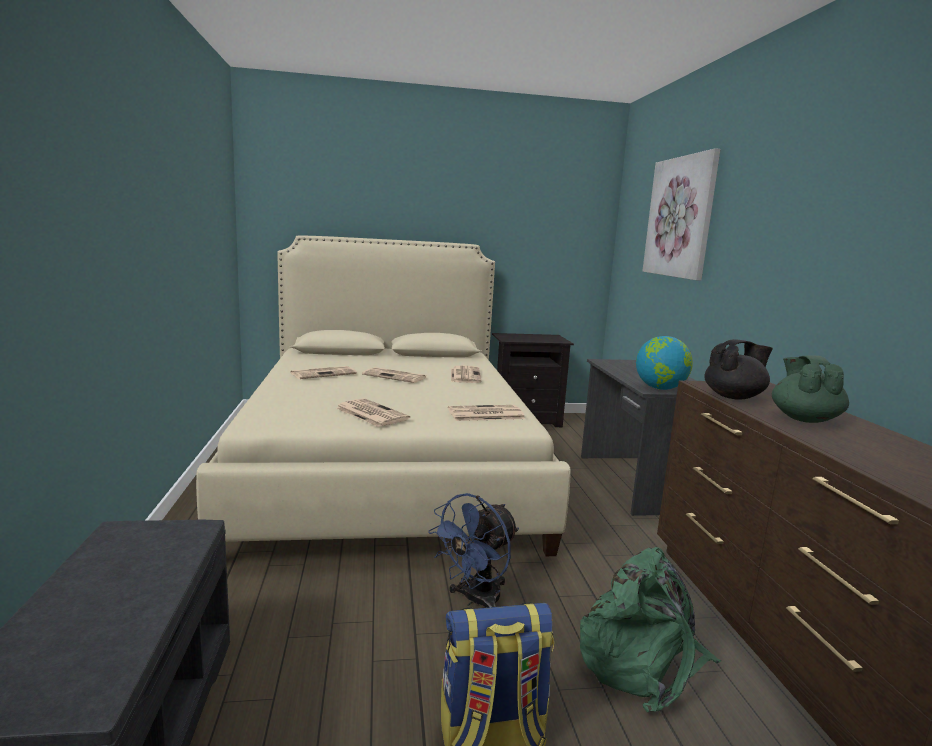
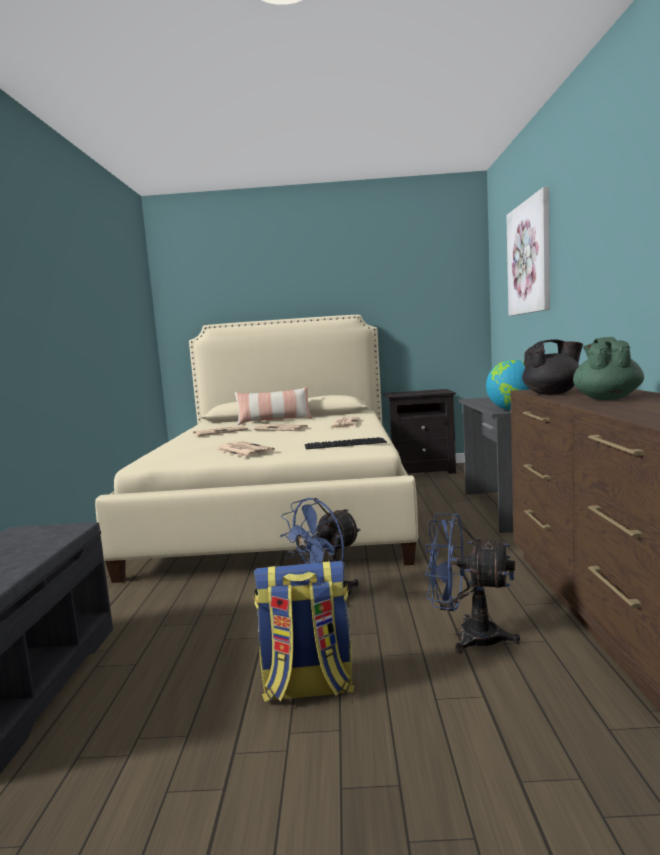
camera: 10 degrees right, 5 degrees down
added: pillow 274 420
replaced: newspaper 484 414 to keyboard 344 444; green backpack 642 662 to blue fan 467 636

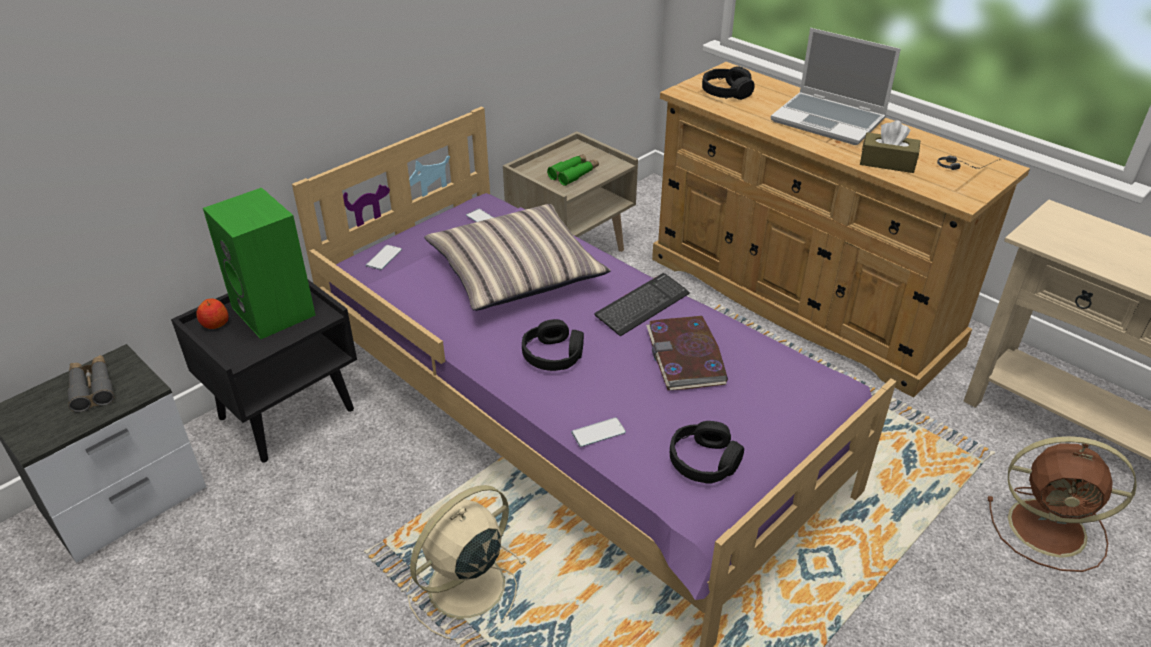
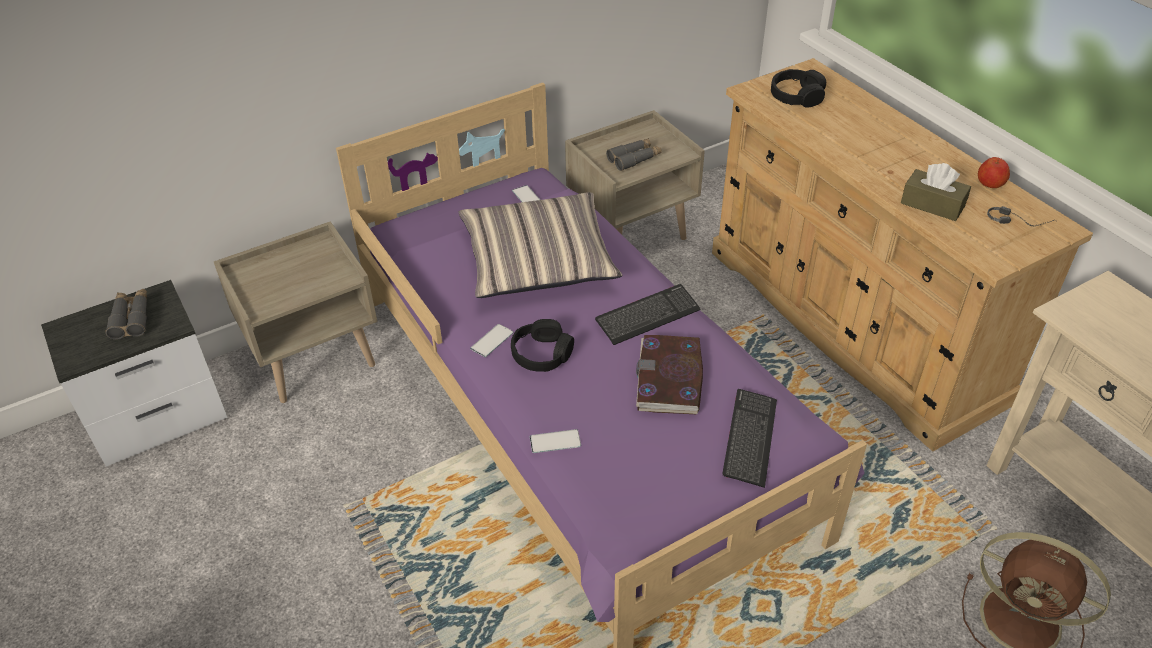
camera: 15 degrees right, 5 degrees up
removed: green speaker 276 311; beige fan 464 588; black headphones 704 461; laptop 829 120
added: keyboard 750 438
moved: apple 215 324 to 990 183; phone 384 257 to 492 341
recoloured: black nightstand 287 412 to beige nightstand 316 358; green binoculars 574 174 to grey binoculars 634 159

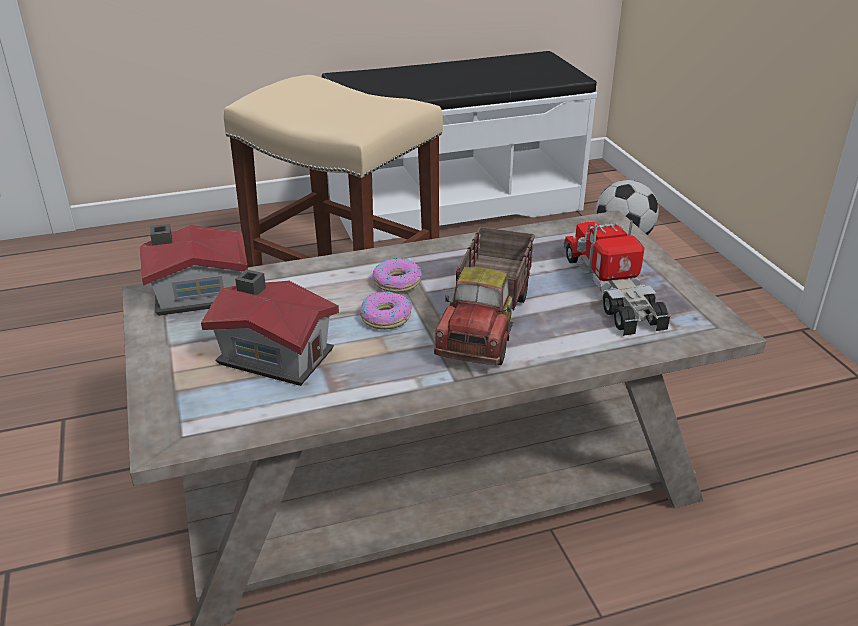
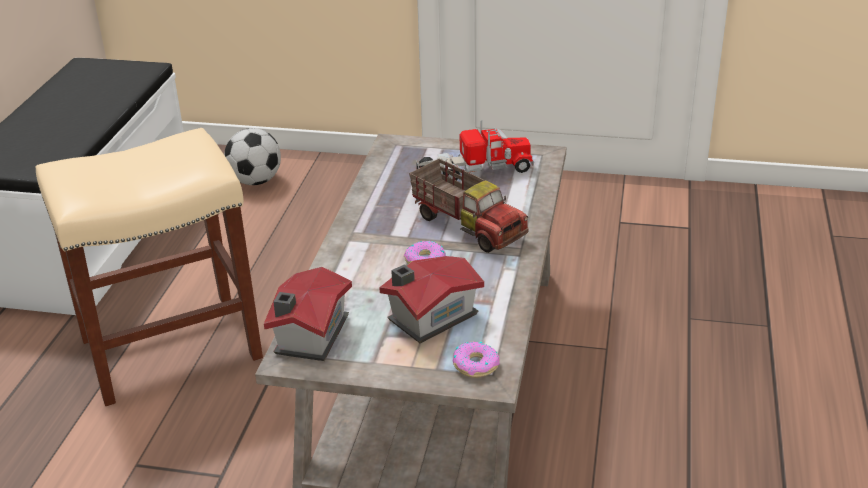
camera: 60 degrees left, 0 degrees up
moved: donut 398 282 to 475 365
turned: toy truck 612 290 = 474 171 150 degrees clockwise

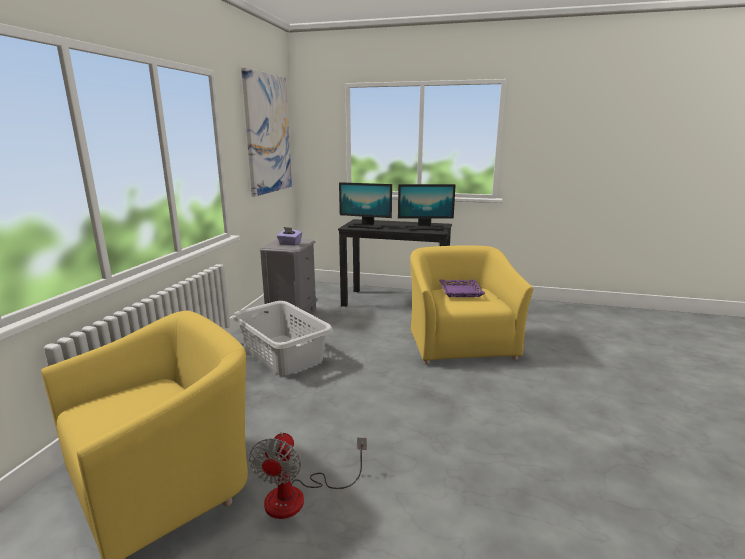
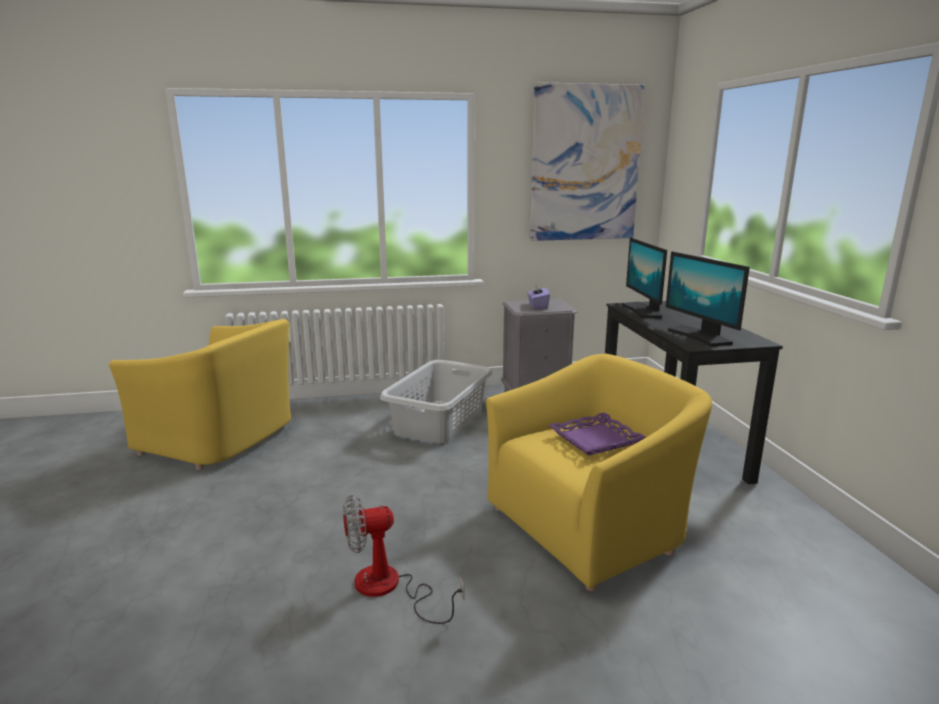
camera: 65 degrees right, 0 degrees up
moved: fan 299 497 to 389 588

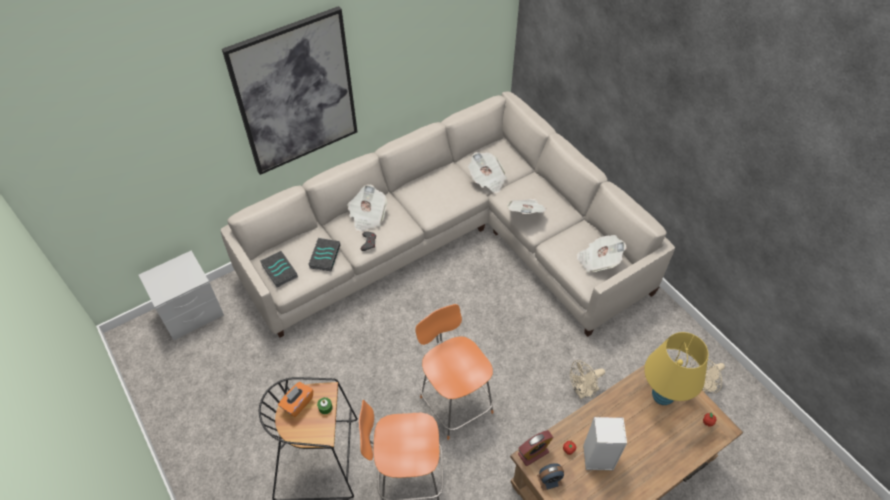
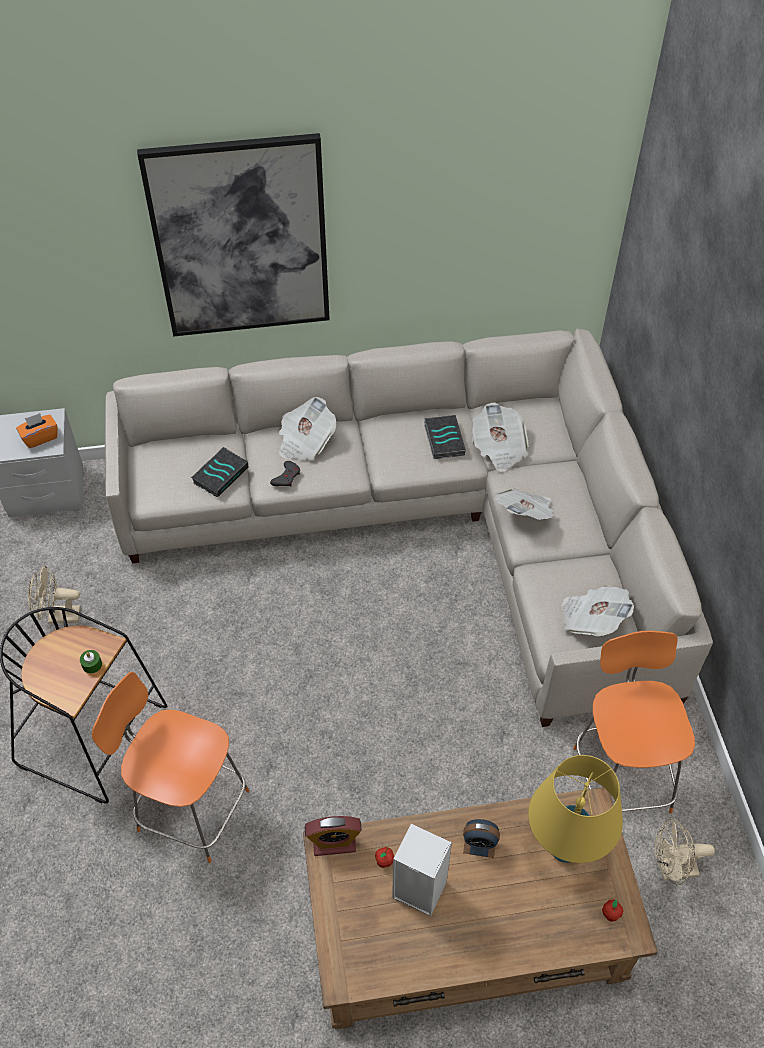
camera: 25 degrees right, 0 degrees up
moved: book 278 271 to 443 439; orange tissue box 297 403 to 40 437; orange stool 455 402 to 620 775; alarm clock 549 480 to 479 843; beige fan 583 391 to 58 616

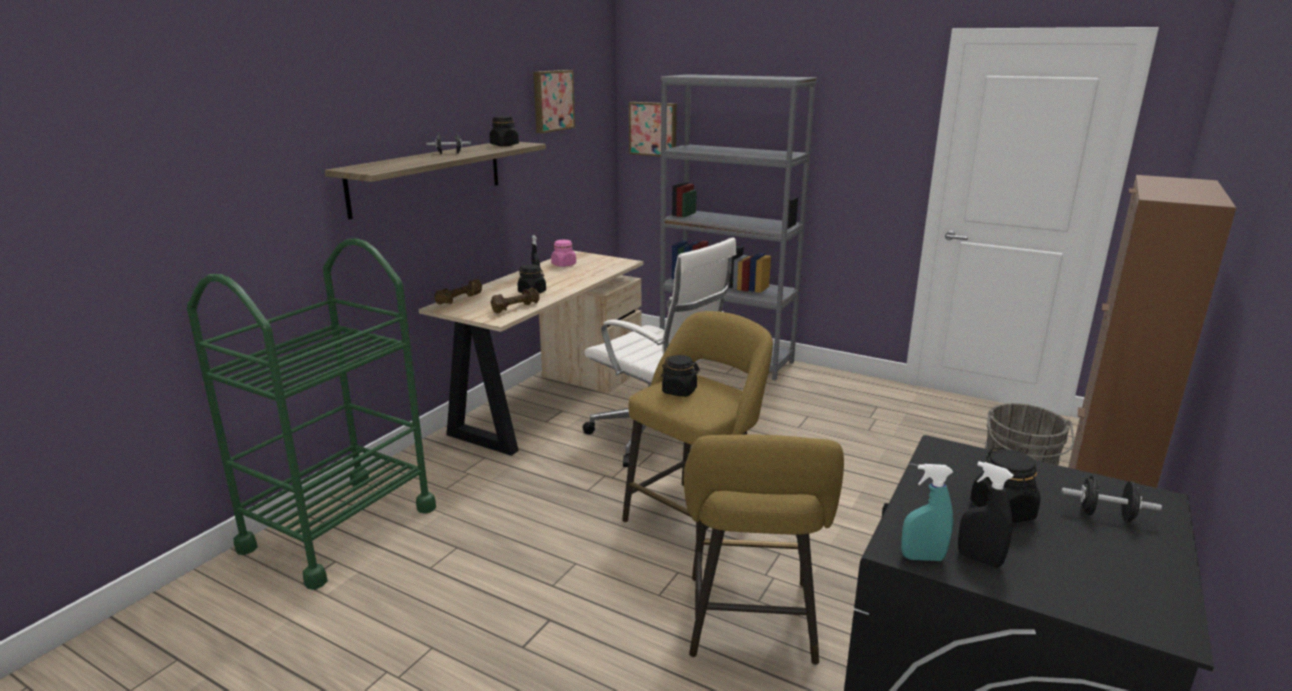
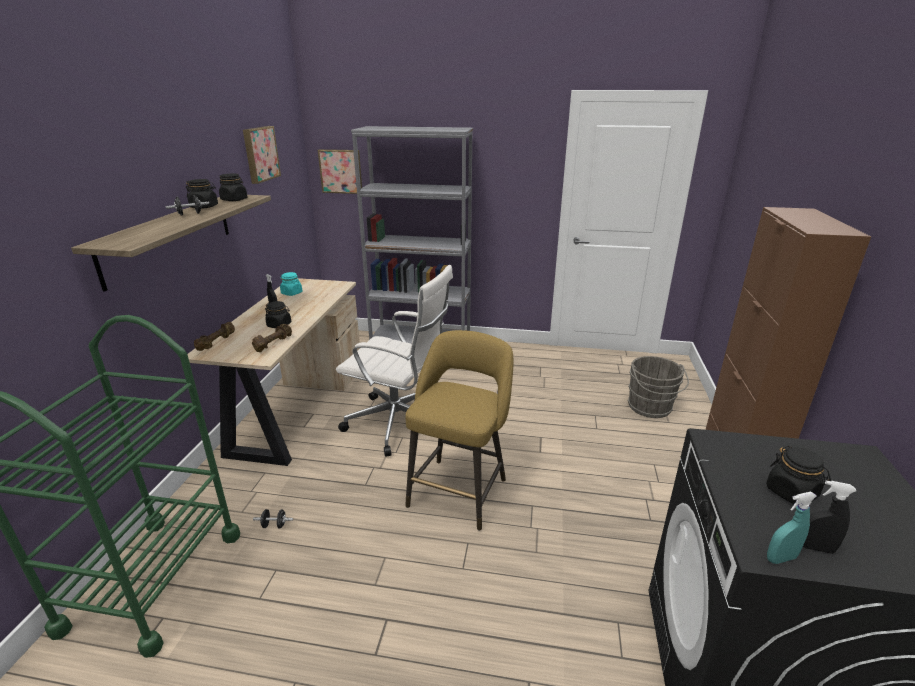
camera: 20 degrees left, 5 degrees up
removed: yellow stool 751 626
moved: black jar 679 391 to 204 207; black dumbbell 1105 515 to 274 525
recoloured: pink jar 563 264 to turquoise jar 291 293

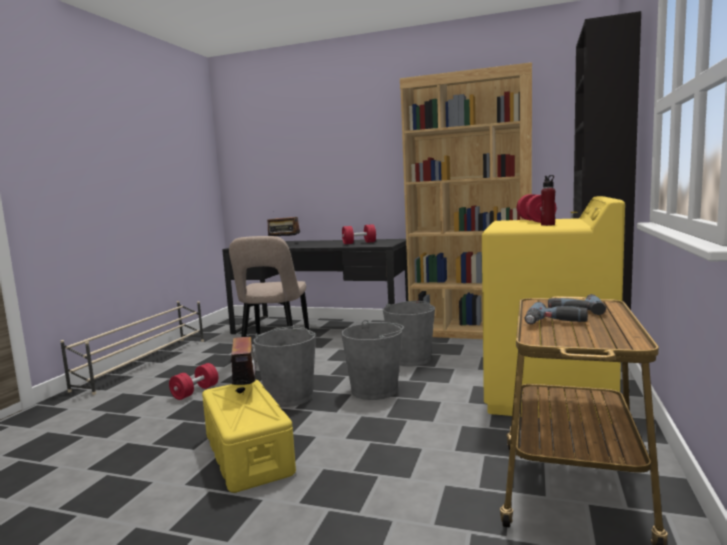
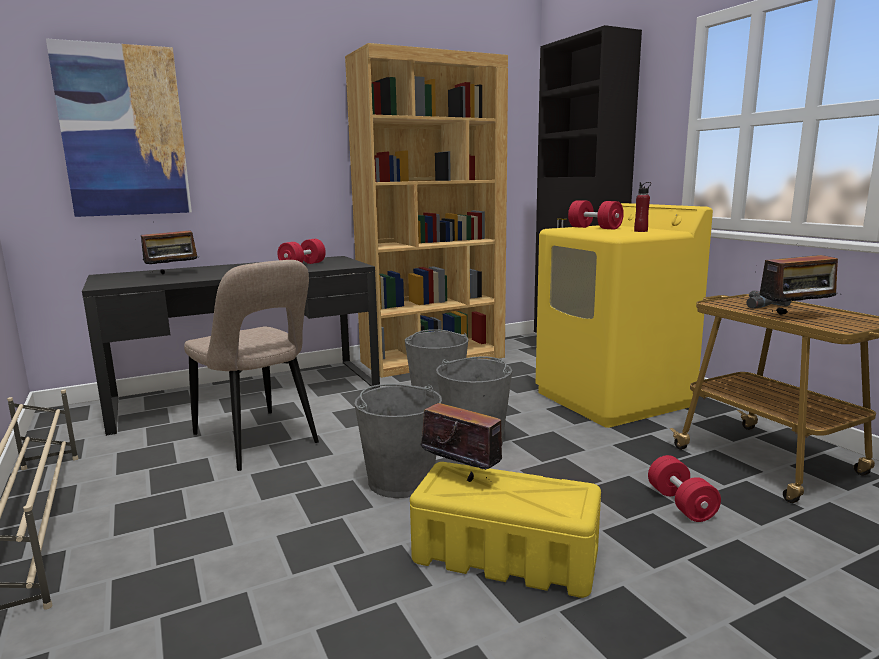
camera: 45 degrees left, 5 degrees up
added: picture 124 132
moved: red dumbbell 195 392 to 681 504
replaced: power drill 555 322 to radio 796 315

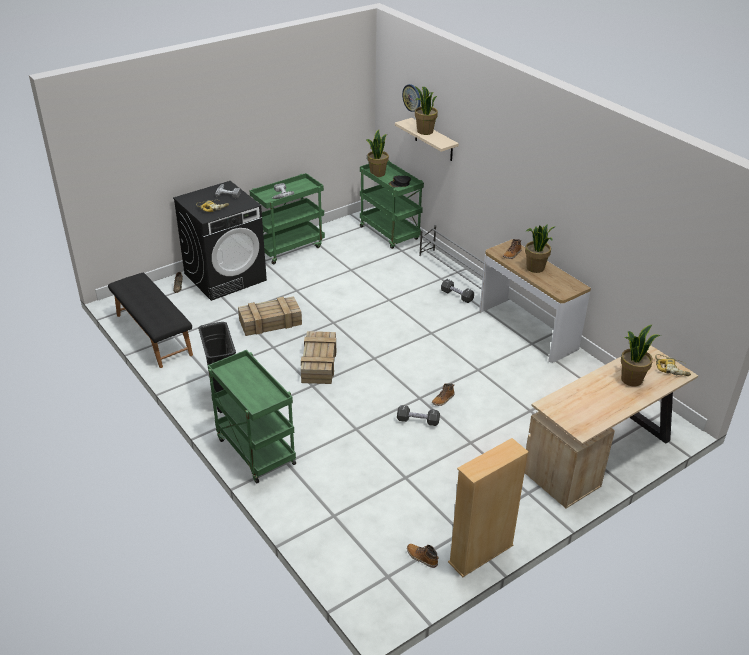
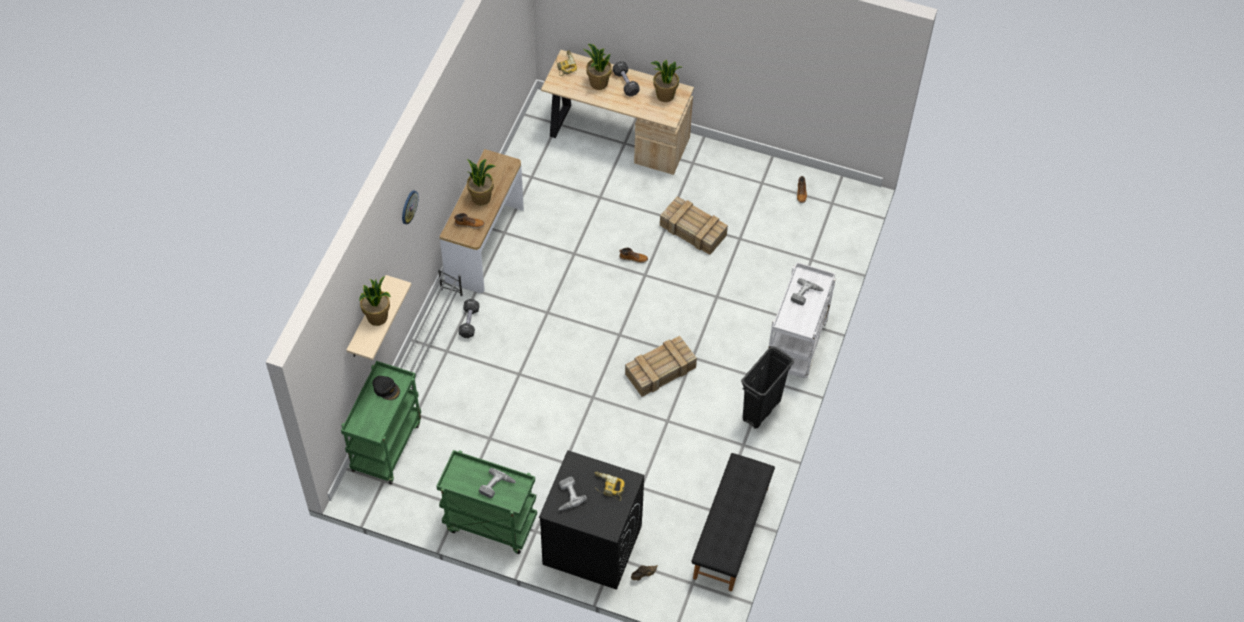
camera: 125 degrees left, 20 degrees up
removed: beige bookcase 481 554
added: power drill 806 295
moved: crate 271 322 to 692 230; potted plant 377 173 to 665 95; black dumbbell 418 421 to 625 83; wall clock 412 98 to 409 207
recoloured: green cart 254 450 to white cart 796 347

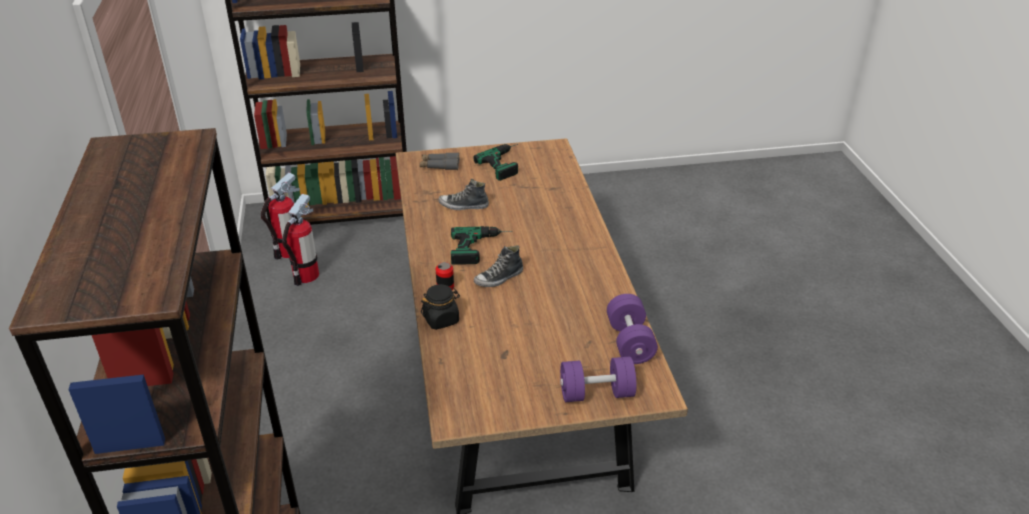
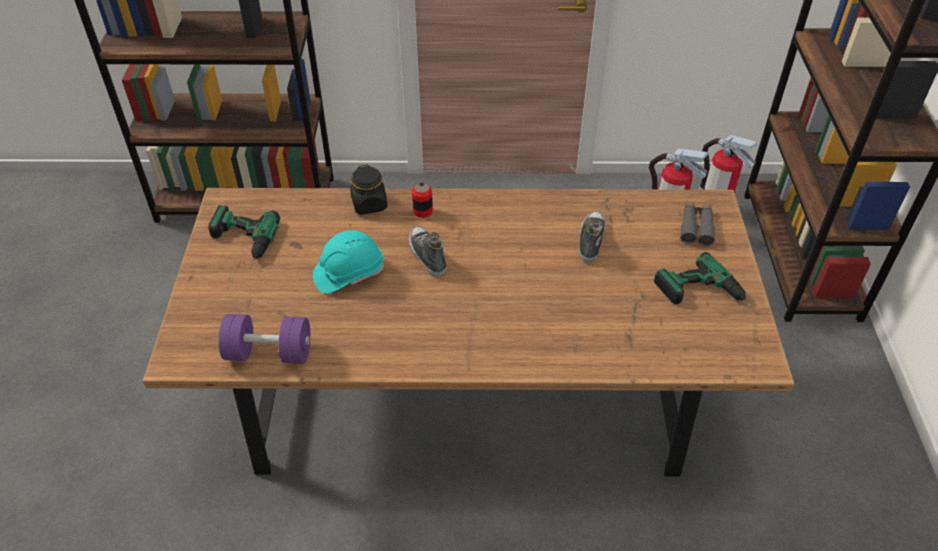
camera: 100 degrees right, 10 degrees up
removed: purple dumbbell 596 393
added: turquoise hard hat 348 273
moved: power drill 481 248 to 240 243

